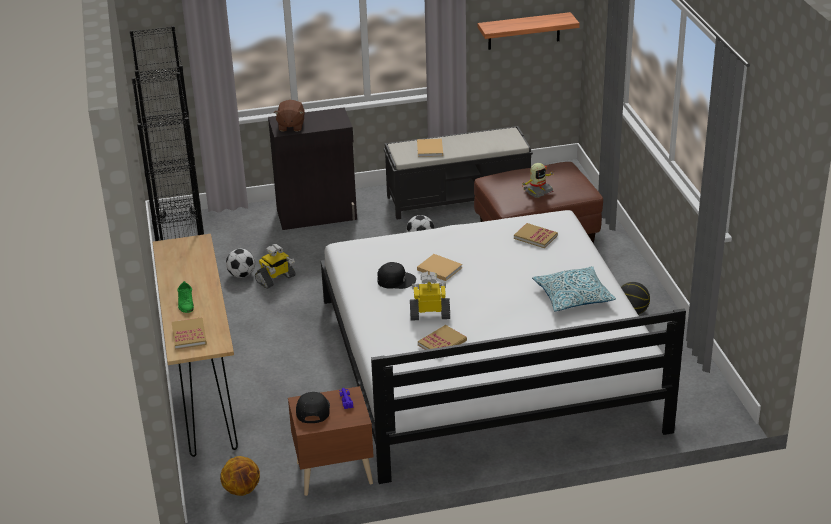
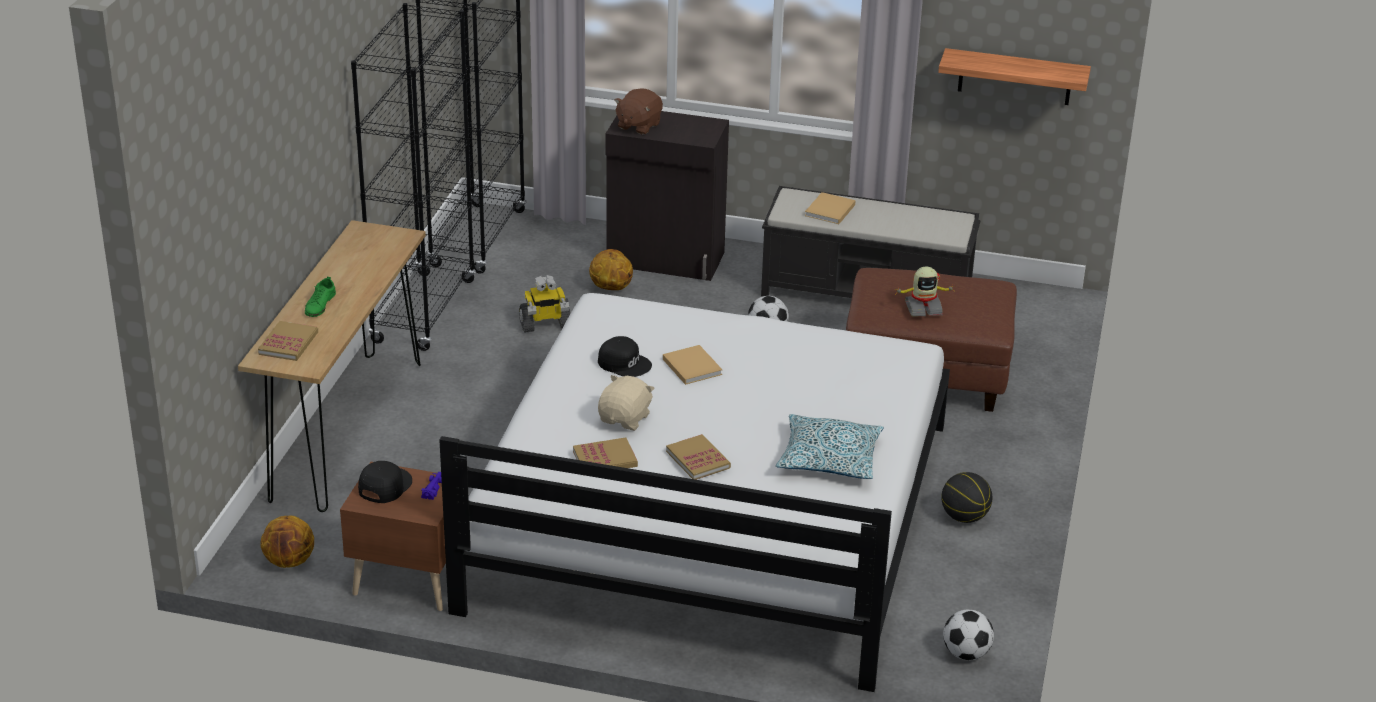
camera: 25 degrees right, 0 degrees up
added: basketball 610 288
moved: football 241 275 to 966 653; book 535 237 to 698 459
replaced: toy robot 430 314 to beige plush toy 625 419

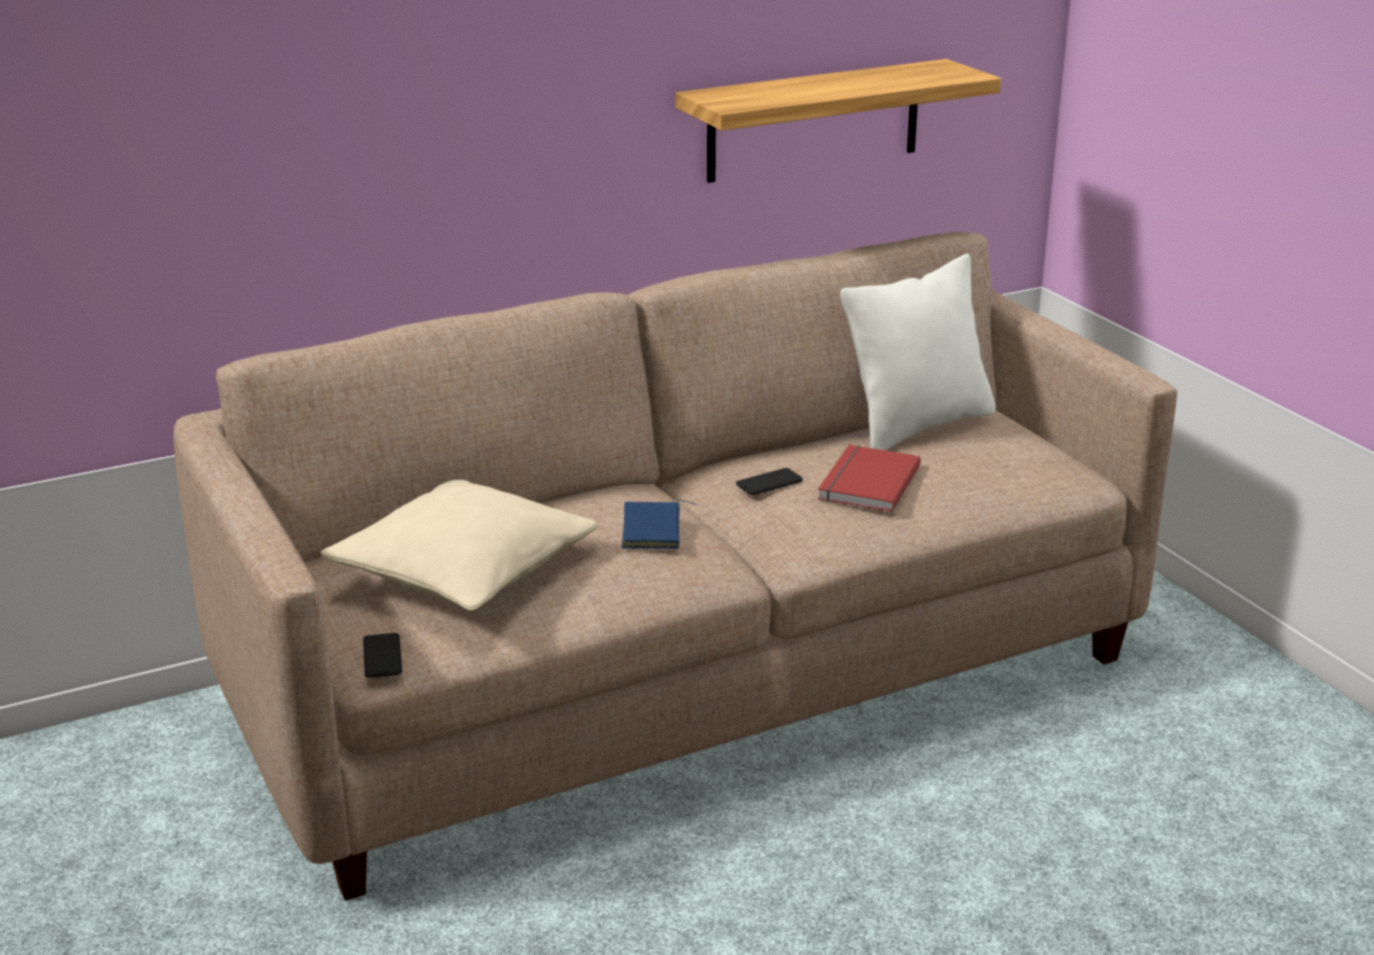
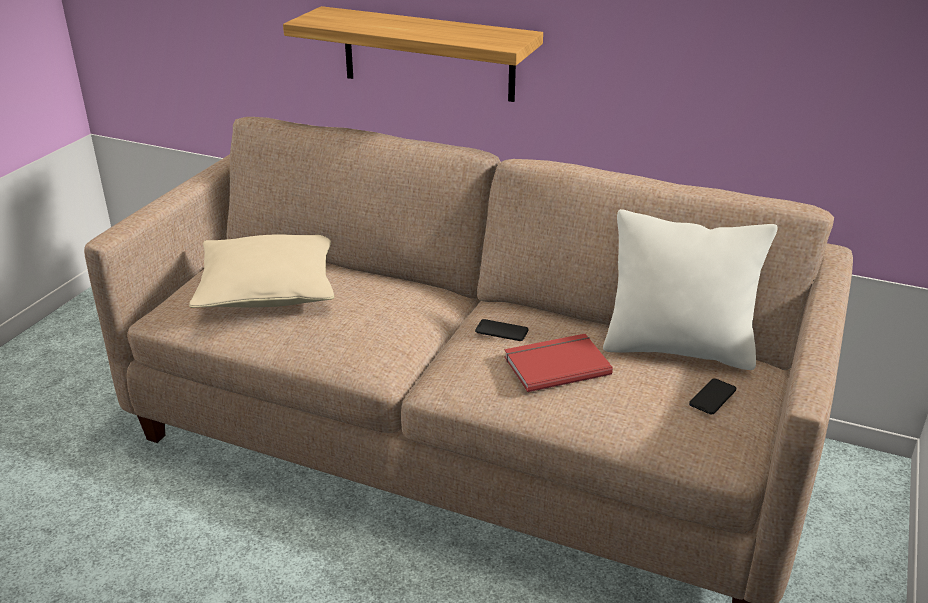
camera: 50 degrees right, 5 degrees up
removed: blue book 654 531
moved: phone 382 656 to 712 397; shelf 814 120 to 428 54

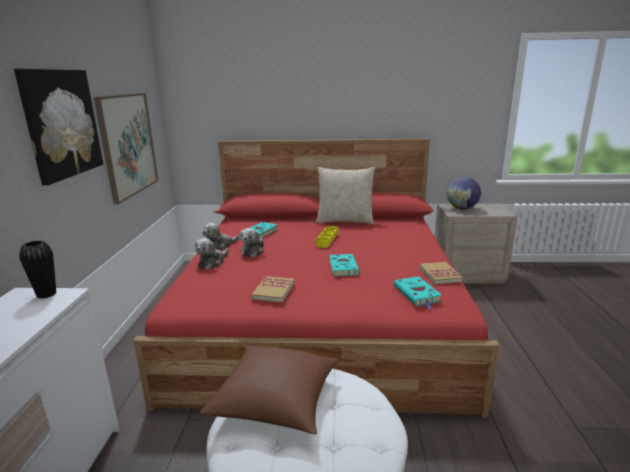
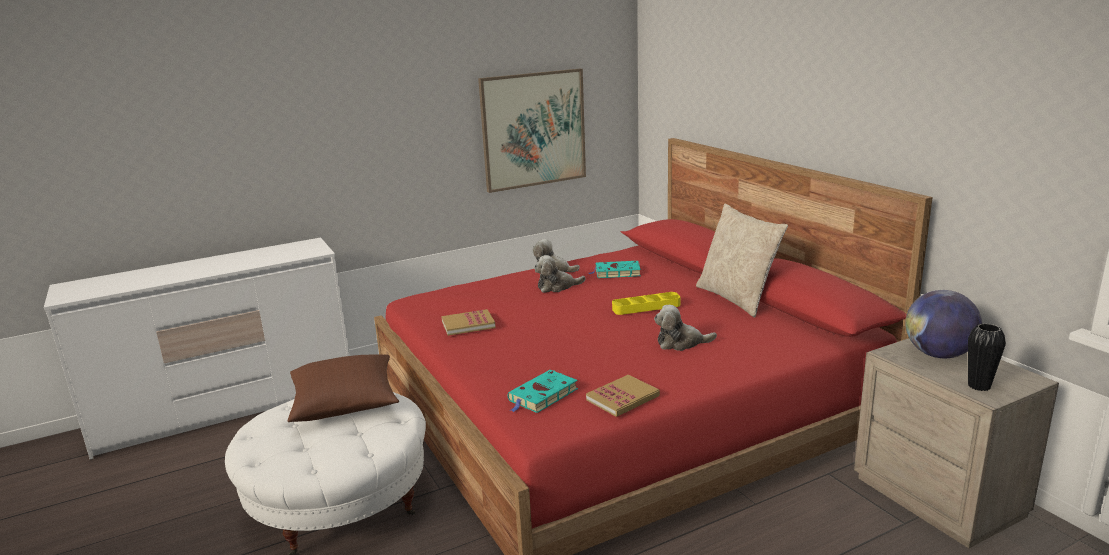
camera: 60 degrees right, 0 degrees up
removed: picture 61 123; turquoise book 343 267
moved: black vase 46 294 to 979 386; plush toy 212 262 to 681 343

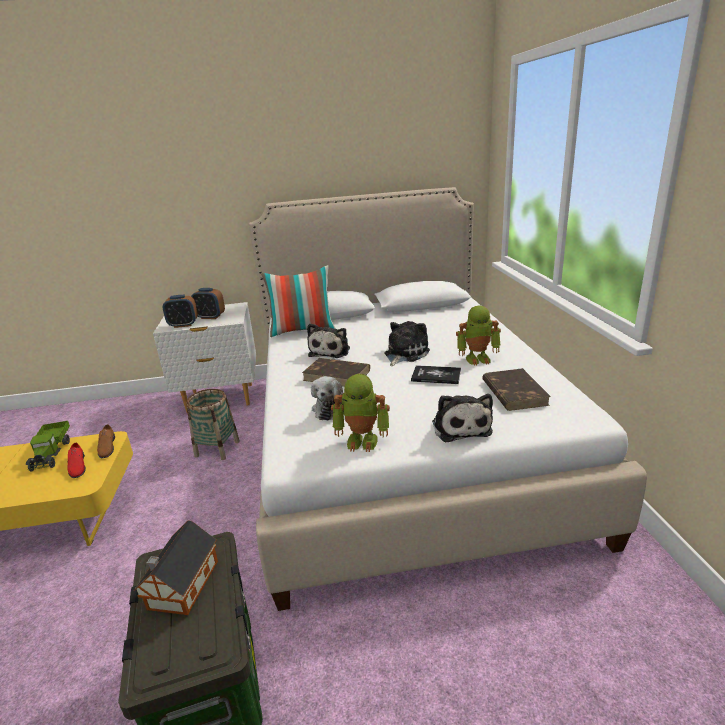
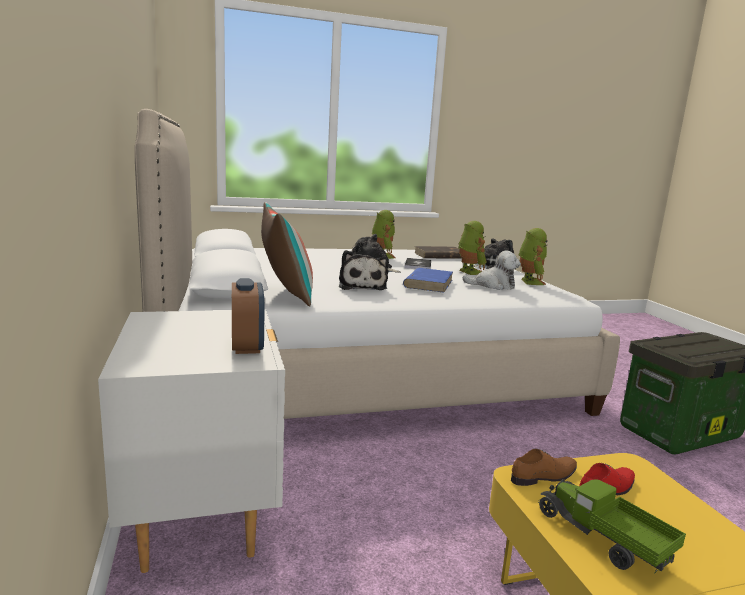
camera: 100 degrees left, 10 degrees down
removed: toy house 181 587; basket 217 449; alarm clock 210 317
added: toy robot 468 272
recoloured: brown book 337 375 to blue book 428 283
turned: toy truck 52 453 = 602 539 105 degrees counterclockwise; plush toy 331 351 = 362 286 75 degrees clockwise

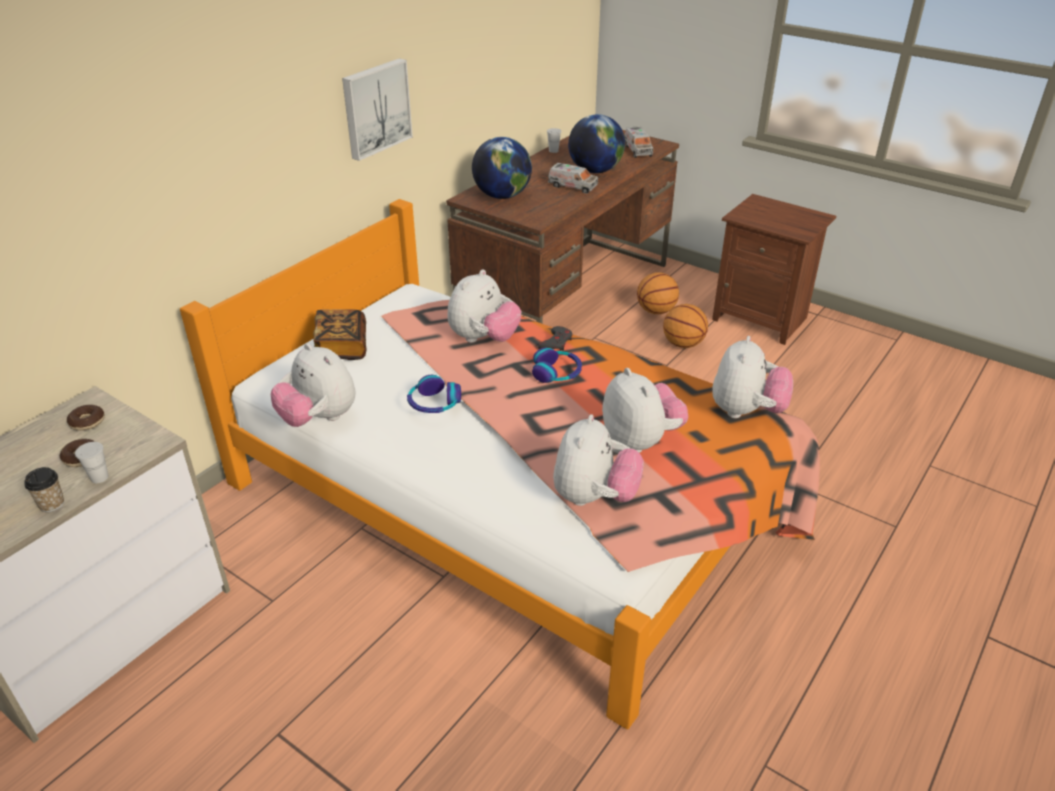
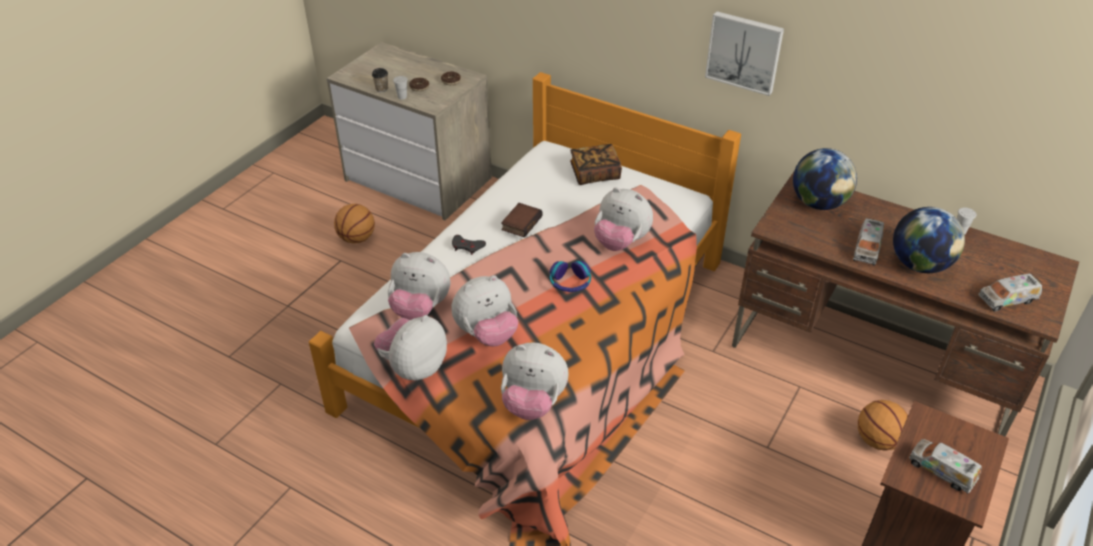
camera: 85 degrees right, 5 degrees up
added: toy truck 942 470
moved: plush toy 319 418 to 414 367; grey game controller 556 343 to 467 247; basketball 682 344 to 356 238
replaced: headphones 434 403 to book 521 222

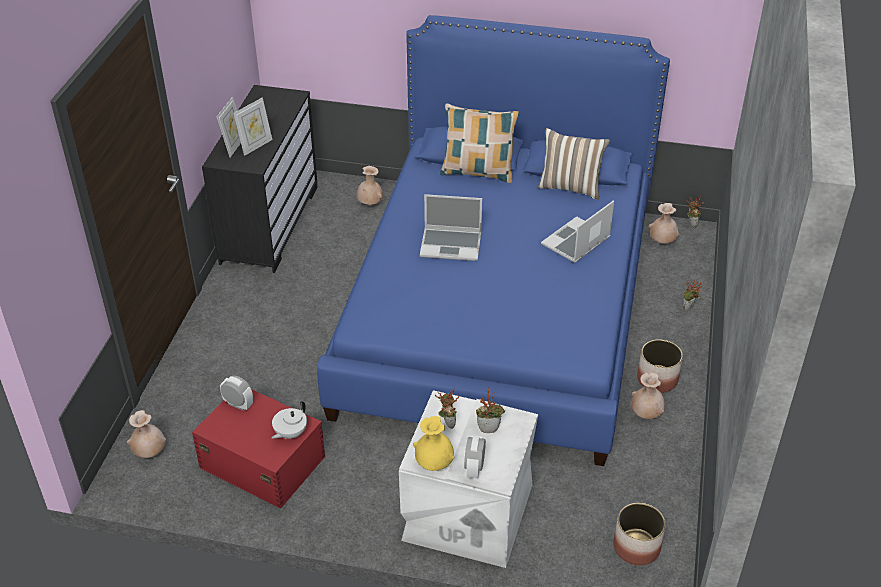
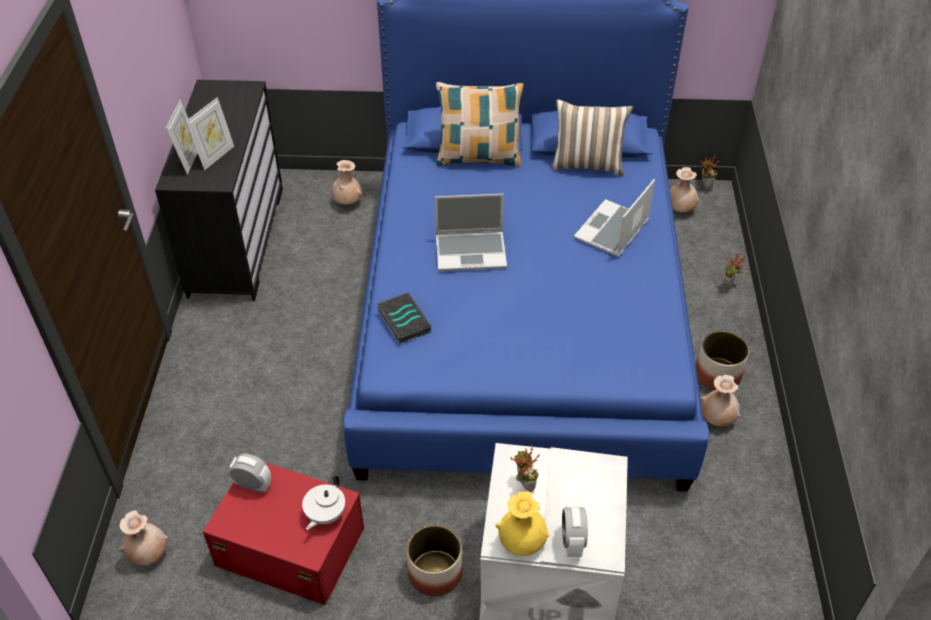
camera: 10 degrees left, 5 degrees up
removed: potted plant 489 428
added: book 402 321
moved: planter 637 547 to 435 573

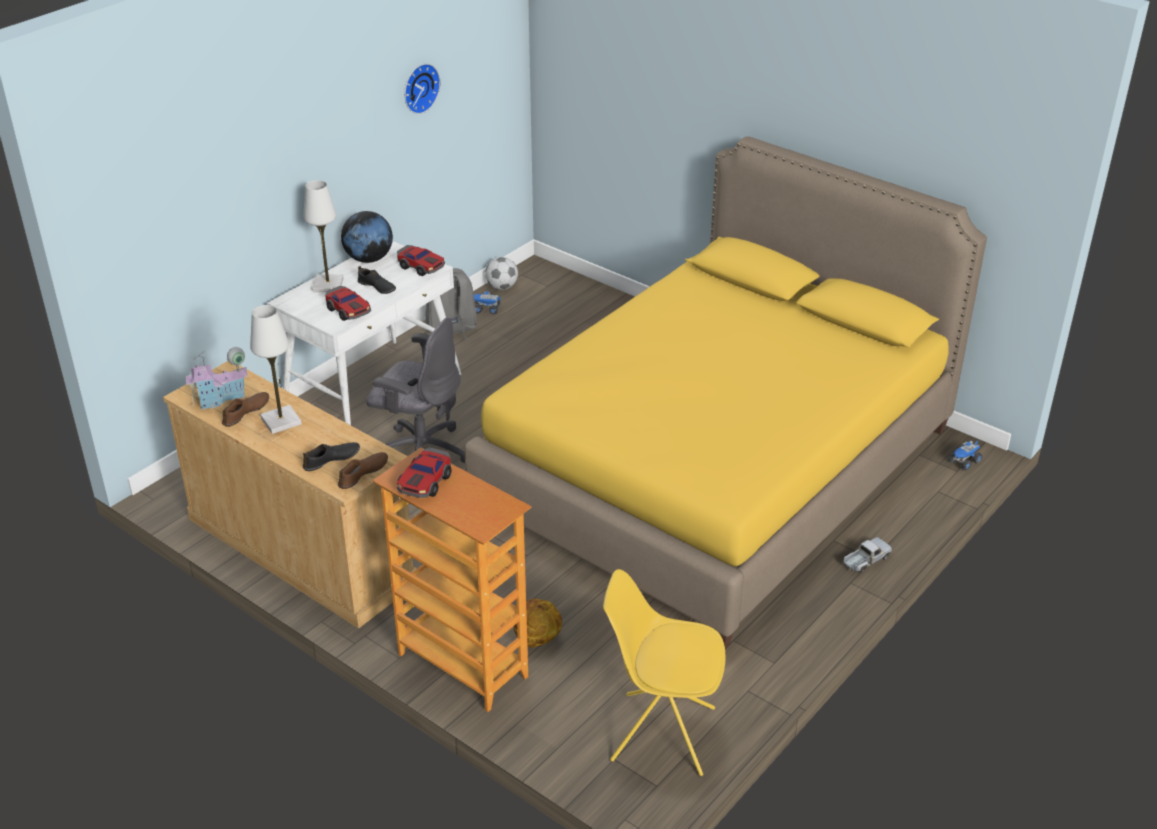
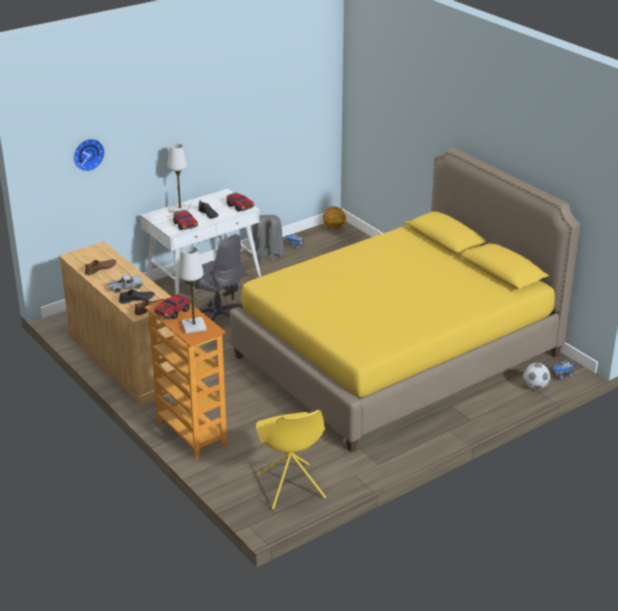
camera: 15 degrees right, 5 degrees down
removed: toy house 220 399; globe 369 259
moved: white table lamp 281 421 to 194 326; wall clock 419 87 to 87 154; football 502 287 to 535 387; basketball 536 640 to 333 227; toy truck 865 560 to 125 287
turned: yellow chair 661 733 = 291 487 135 degrees counterclockwise

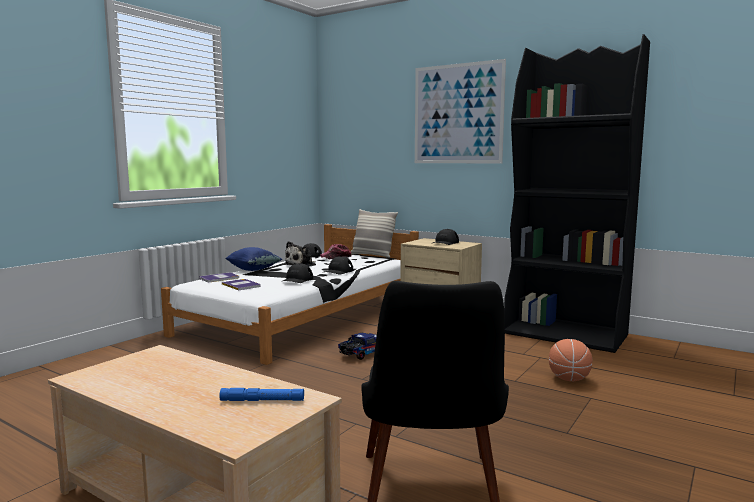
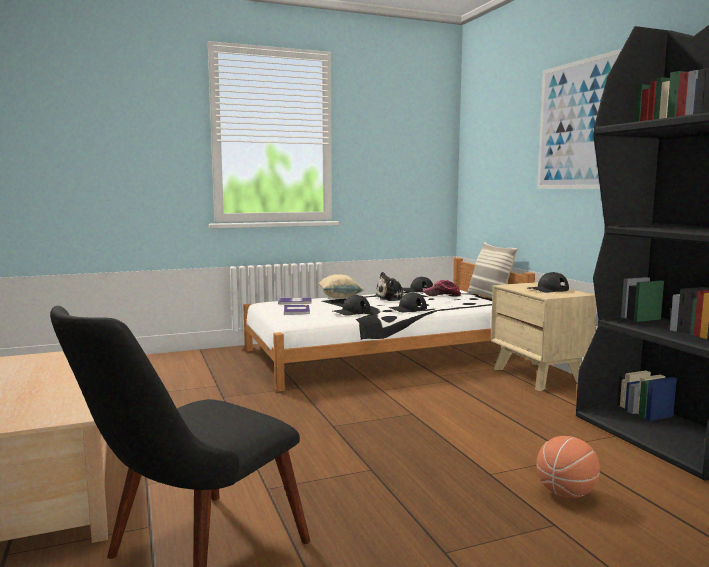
camera: 35 degrees right, 0 degrees up
removed: blue flashlight 262 400; toy truck 362 354
recoloured: blue pillow 253 270 to beige pillow 340 297

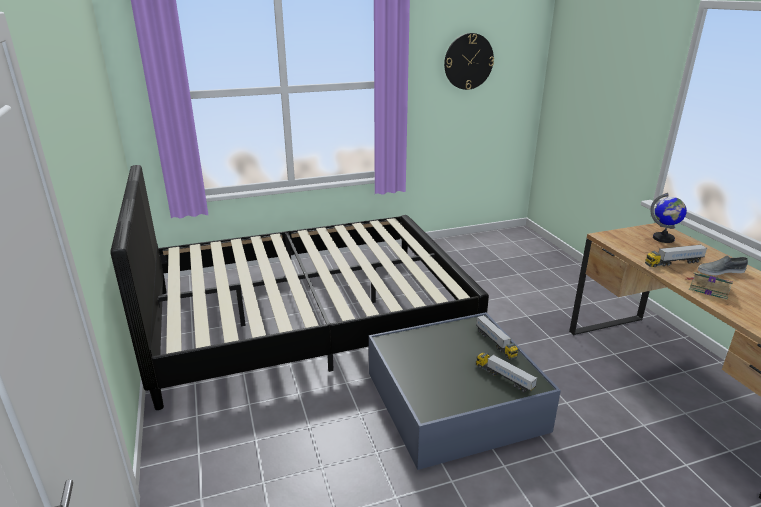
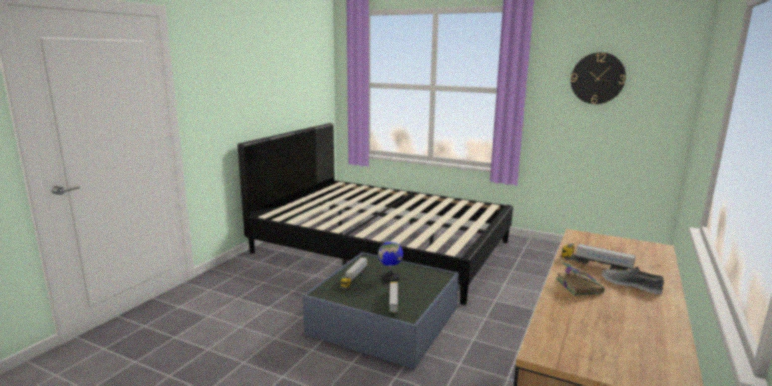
camera: 45 degrees right, 10 degrees down
moved: toy truck 495 343 to 354 278; globe 663 239 to 390 278

